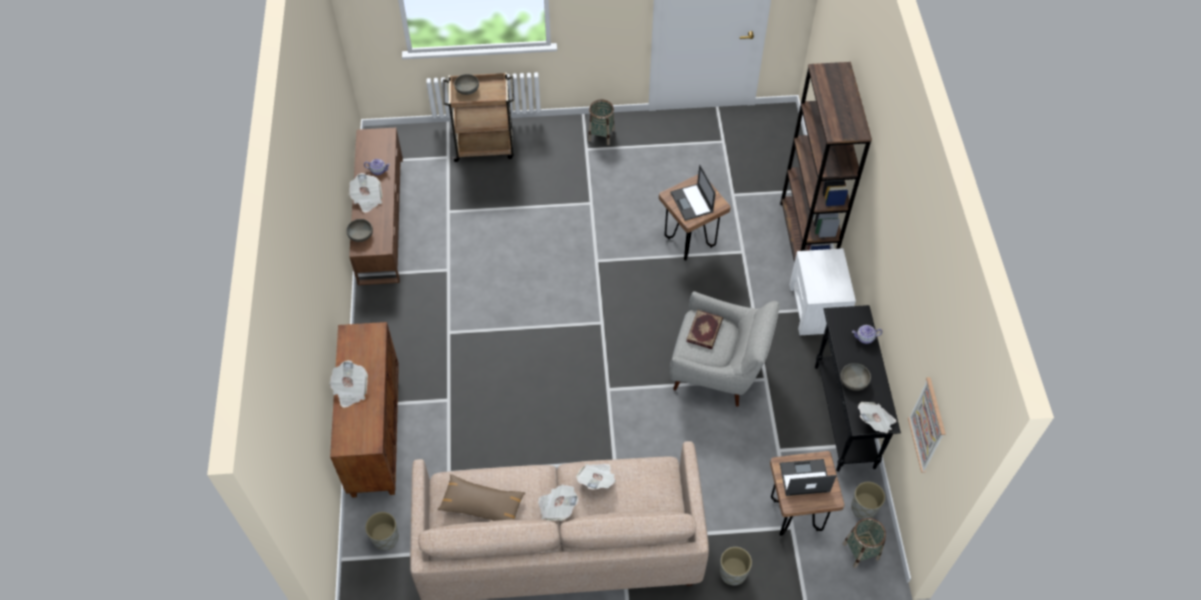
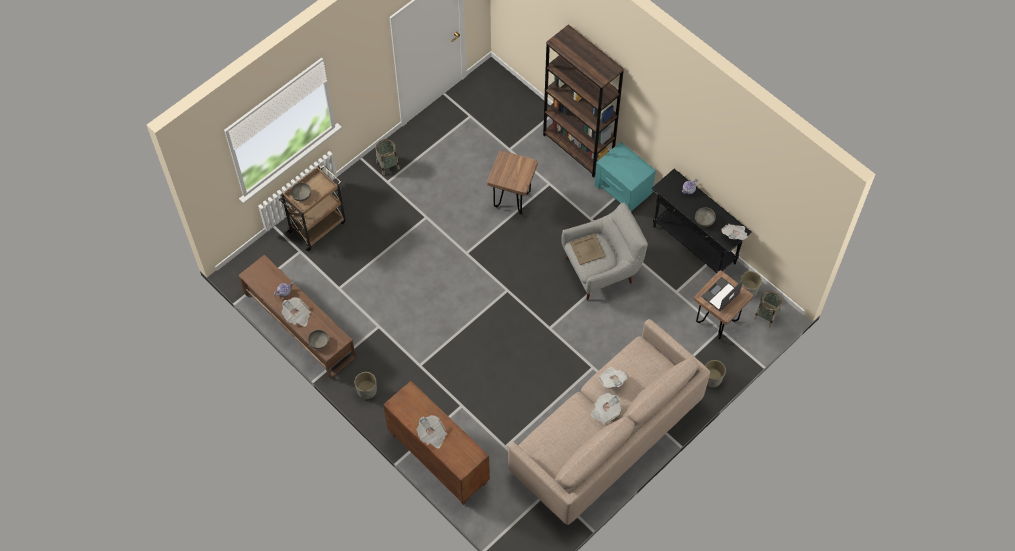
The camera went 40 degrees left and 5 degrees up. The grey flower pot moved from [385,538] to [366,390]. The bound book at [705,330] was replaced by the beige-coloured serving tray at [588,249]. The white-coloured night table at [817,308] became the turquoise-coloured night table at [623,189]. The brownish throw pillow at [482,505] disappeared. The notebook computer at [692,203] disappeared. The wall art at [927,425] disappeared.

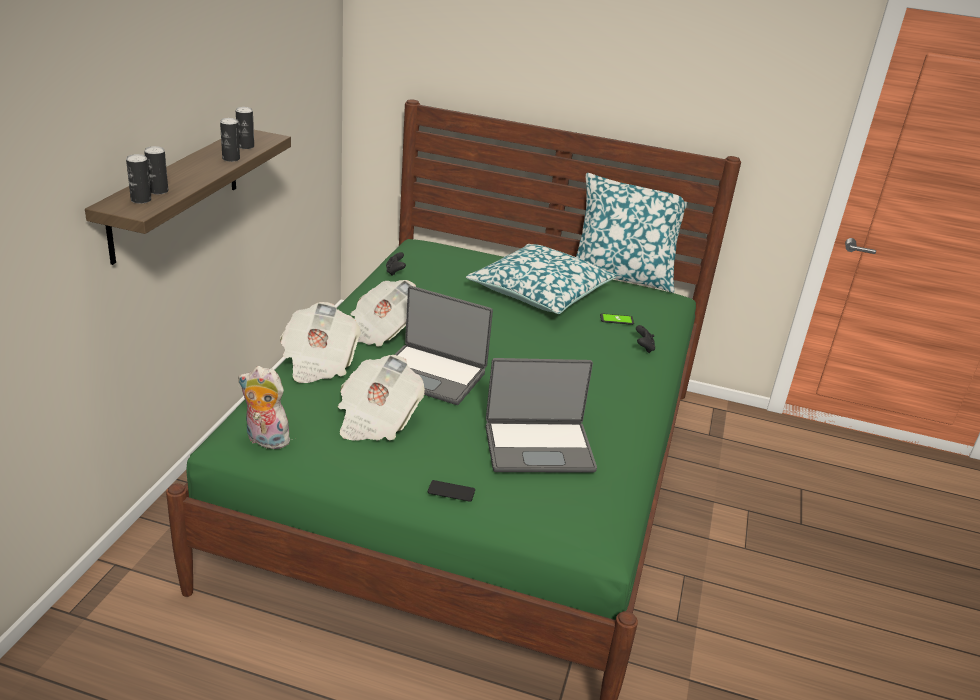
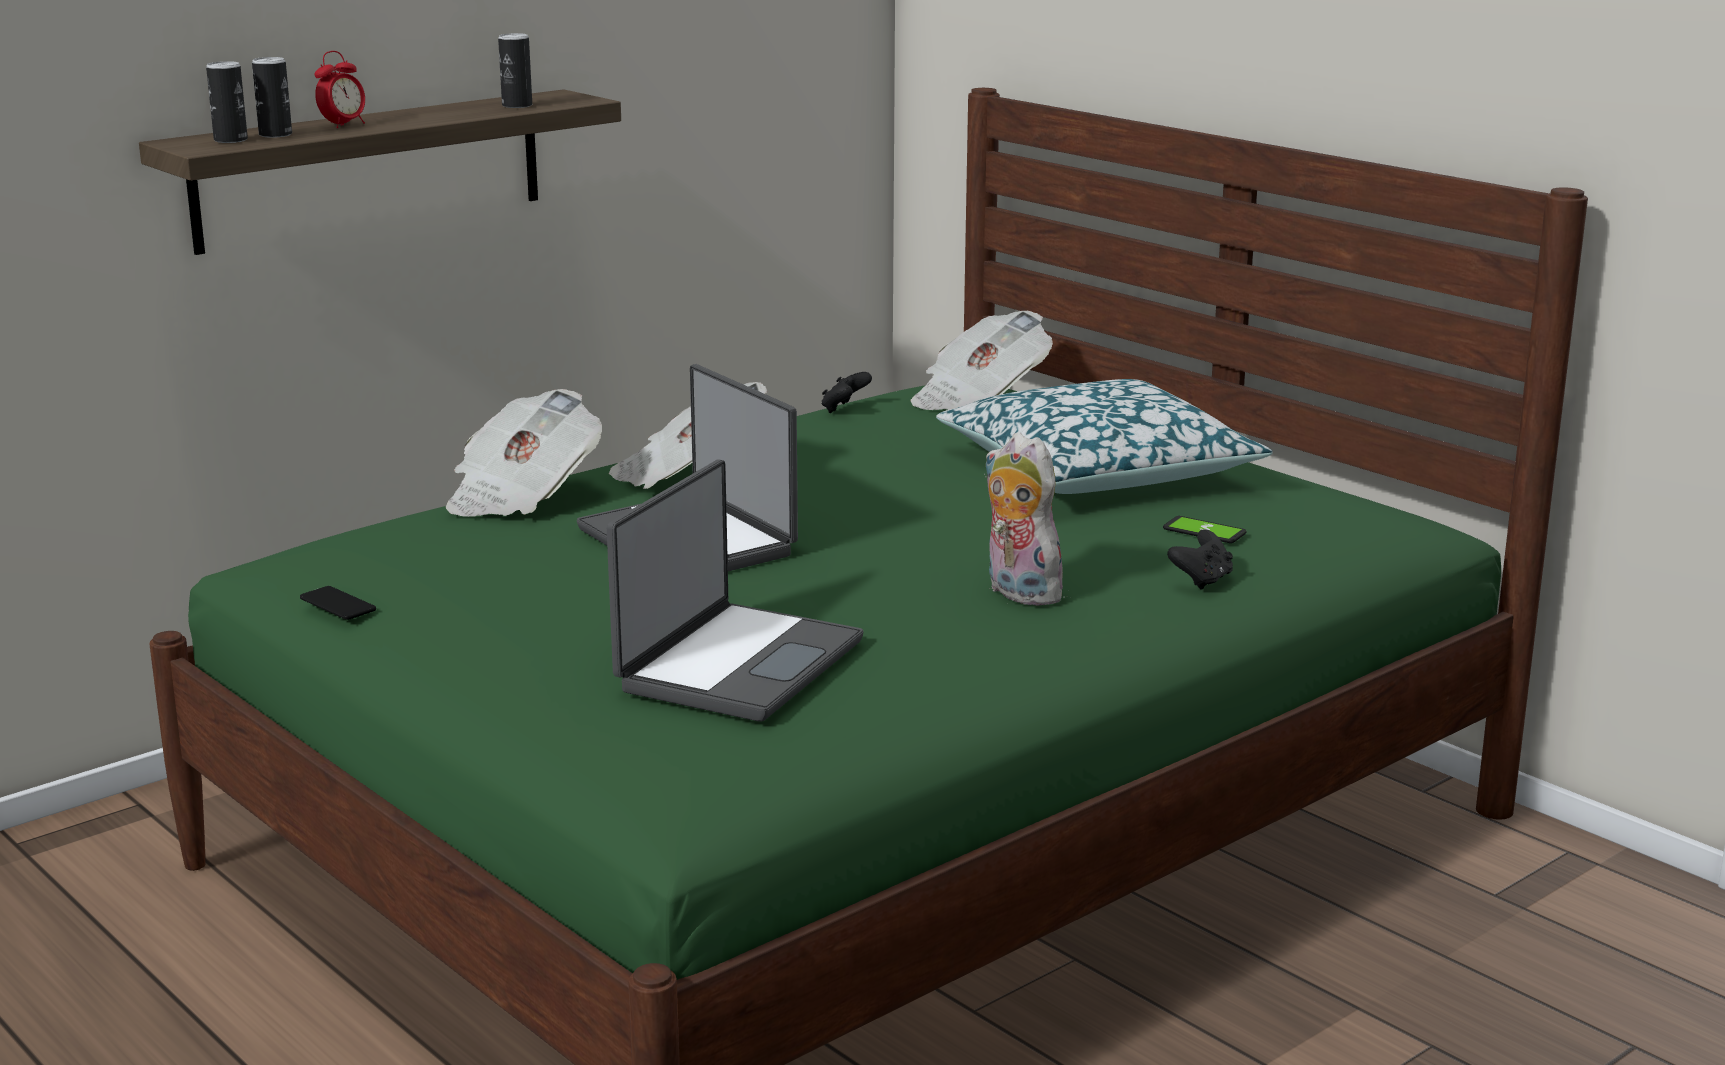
The camera went 35 degrees right and 10 degrees down. The handset moved from [451,491] to [338,604]. The table clock at [343,125] appeared. The notebook computer at [538,447] turned 90 degrees counterclockwise. The daily paper moved from [376,419] to [978,399]. The plush toy moved from [265,440] to [1017,592]. The can at [231,159] disappeared. The throw pillow at [622,276] disappeared.

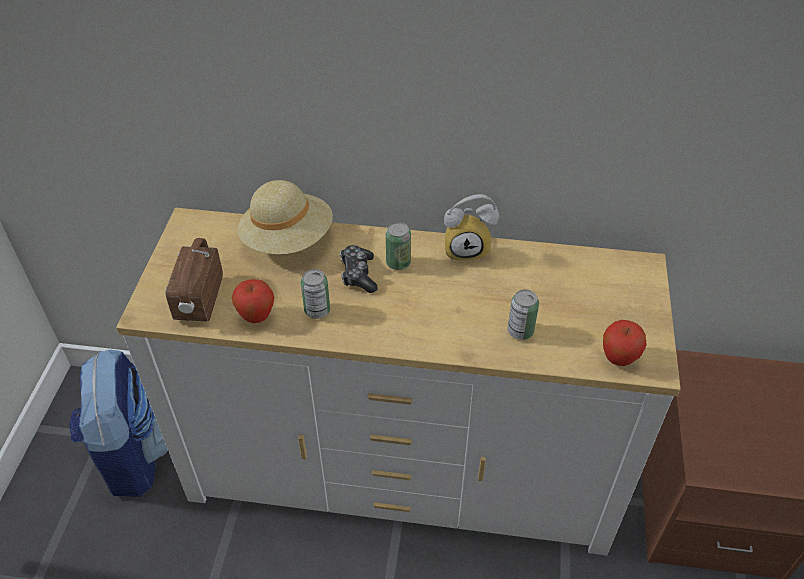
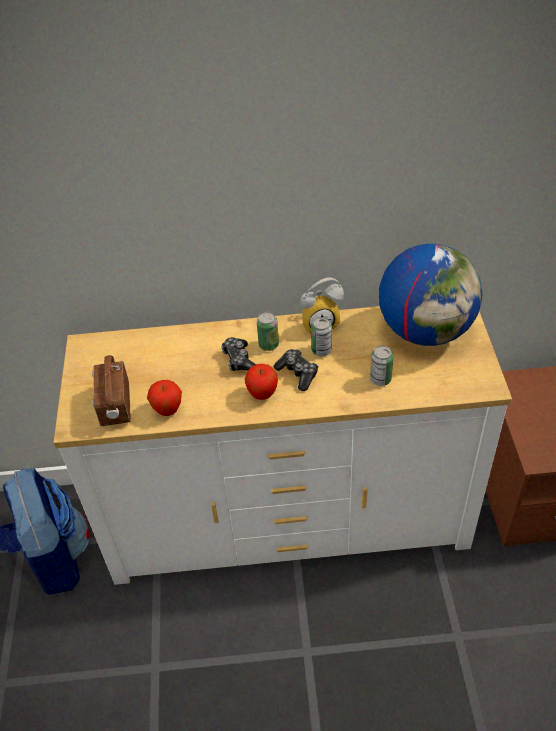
The camera went 10 degrees left and 0 degrees up. The whole apple moved from [618,359] to [262,394]. The gamepad at [298,373] appeared. The can moved from [317,310] to [321,350]. The globe at [425,330] appeared. The beige-coloured hat at [288,239] disappeared.

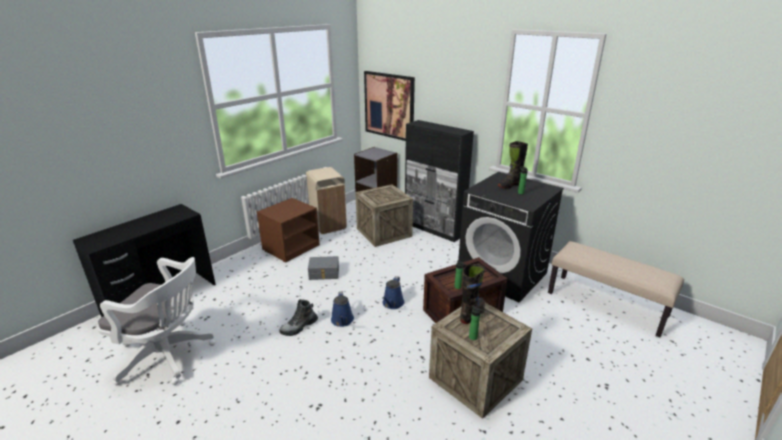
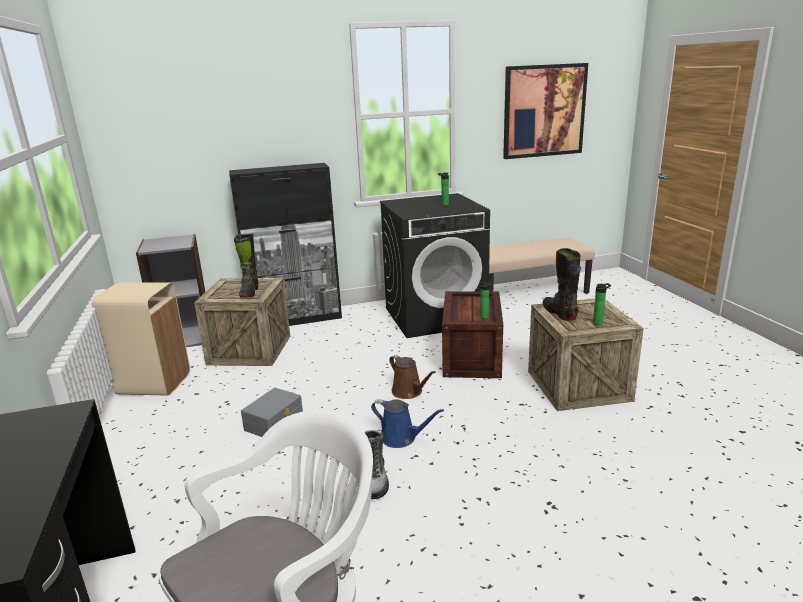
The camera went 55 degrees left and 5 degrees down. The blackish high-top boot moved from [509,185] to [249,292]. The bluish watering can at [392,304] became the brownish watering can at [409,392]. The wall art moved from [389,105] to [544,111]. The brownish night table at [291,247] disappeared.

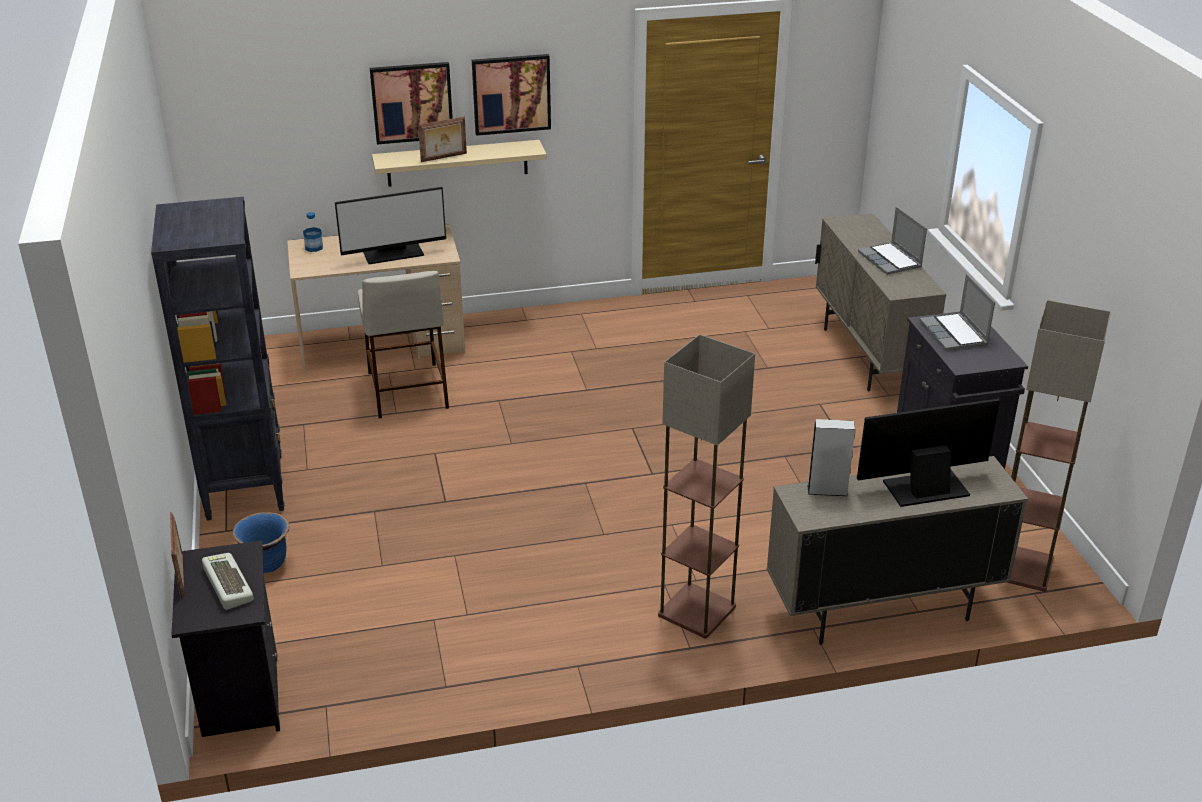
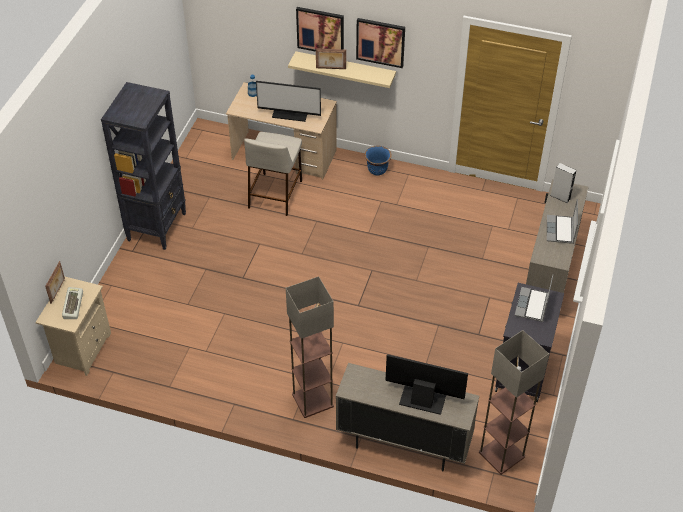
The camera went 30 degrees right and 15 degrees up. The blackish night table at [239,695] became the beige-coloured night table at [82,349]. The bluish flower pot moved from [267,563] to [377,170]. The grey audio speaker moved from [827,490] to [560,197].

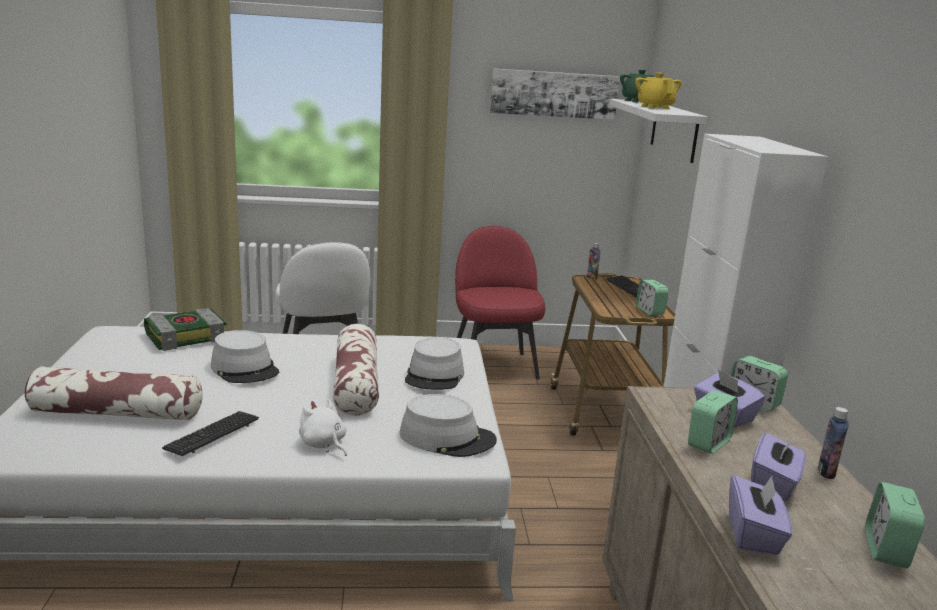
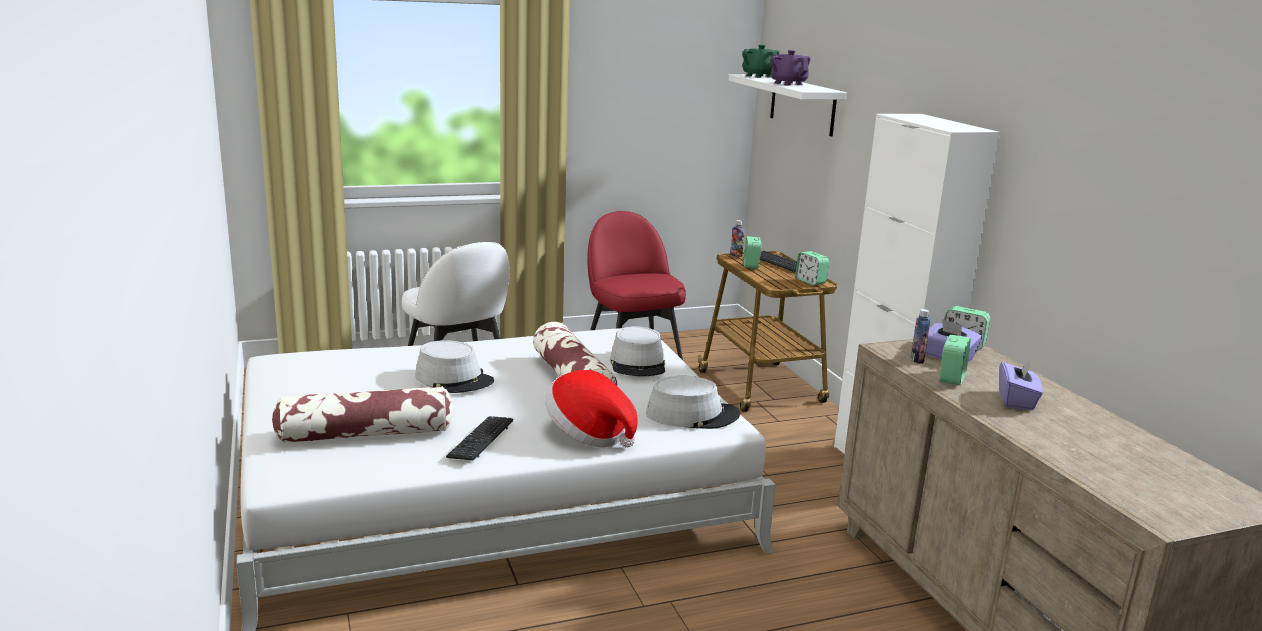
The camera went 15 degrees left and 0 degrees up. The white-coloured plush toy at [324,444] was replaced by the hat at [588,434]. The table clock moved from [886,550] to [751,265]. The yellowish tea pot at [655,107] became the purple tea pot at [788,84]. The drink bottle moved from [826,472] to [917,360]. The bound book at [187,336] disappeared. The wall art at [554,94] disappeared. The purple tissue box at [753,534] disappeared.

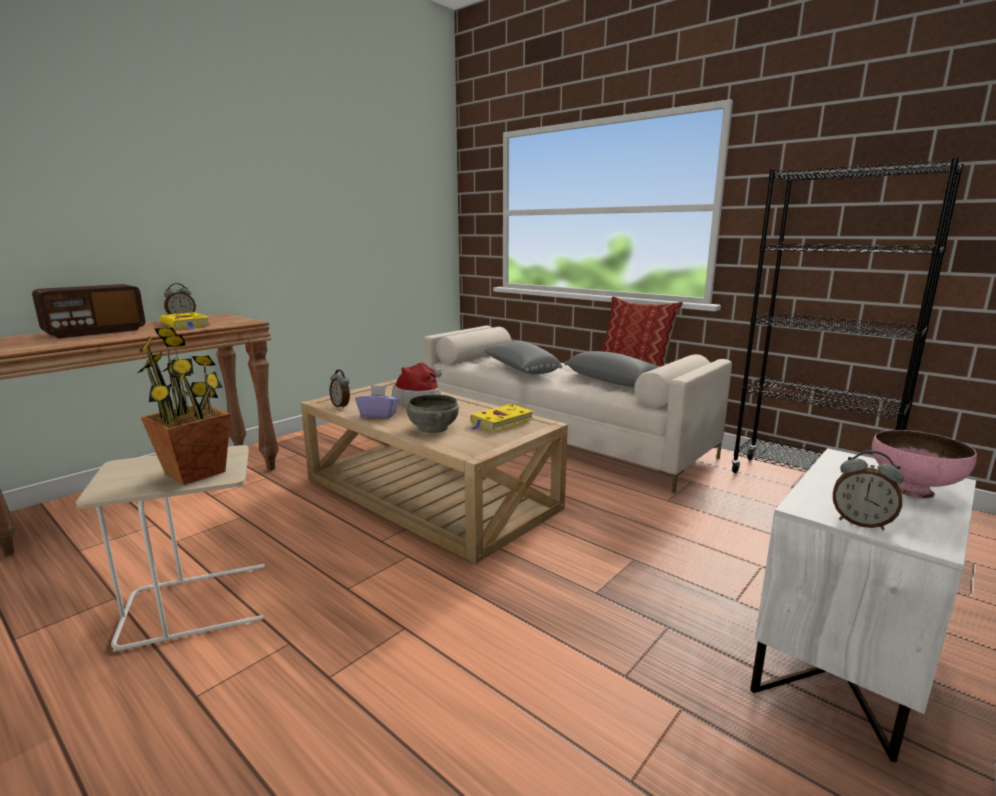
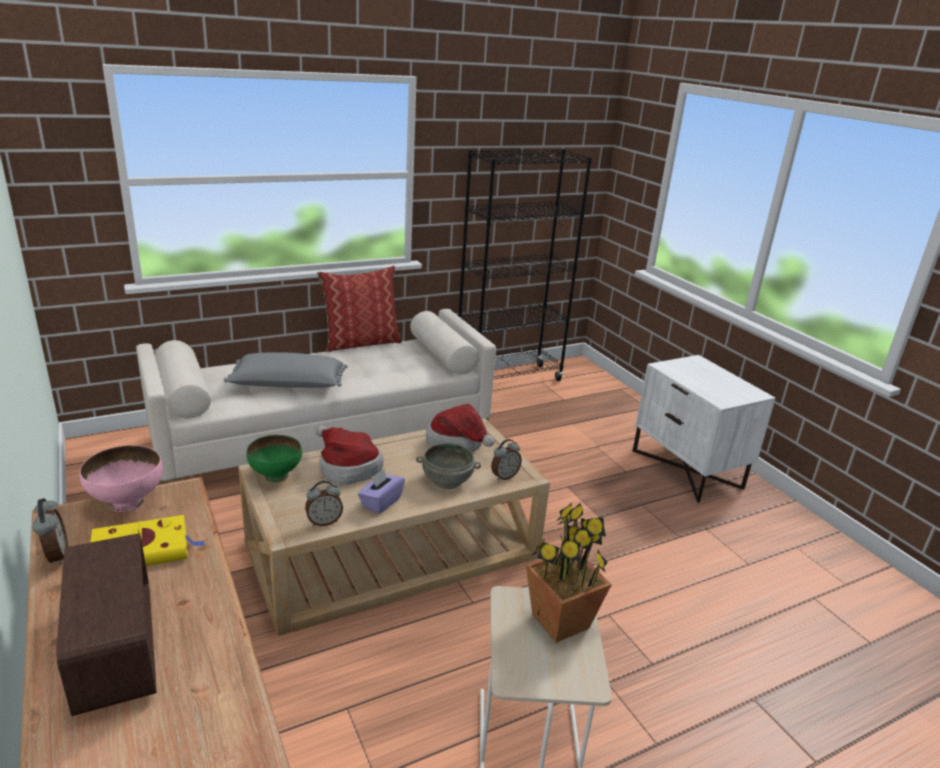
The camera went 70 degrees left and 10 degrees up. The pinkish deep dish moved from [913,490] to [128,502]. The greenish deep dish at [275,475] appeared. The yellowish bound book at [501,422] was replaced by the hat at [459,443]. The table clock moved from [861,522] to [504,476]. The grey throw pillow at [615,381] disappeared.

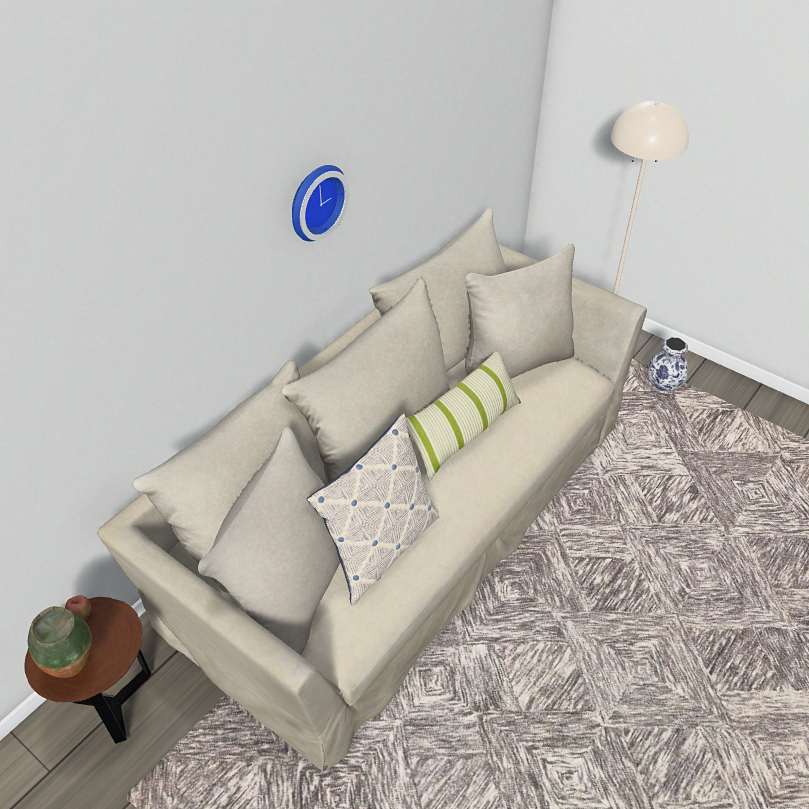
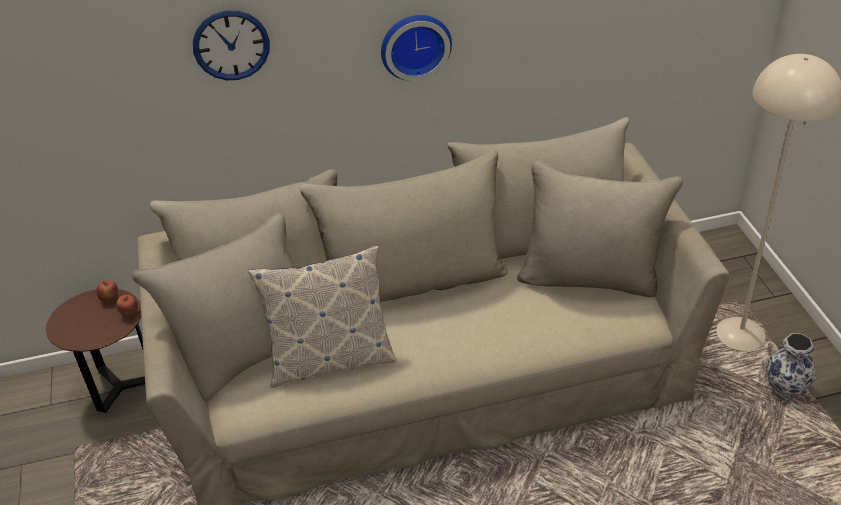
The camera went 40 degrees right and 5 degrees down. The whole apple at [129,313] appeared. The clock on the wall at [231,45] appeared. The vase at [75,667] disappeared. The throw pillow at [464,432] disappeared.

